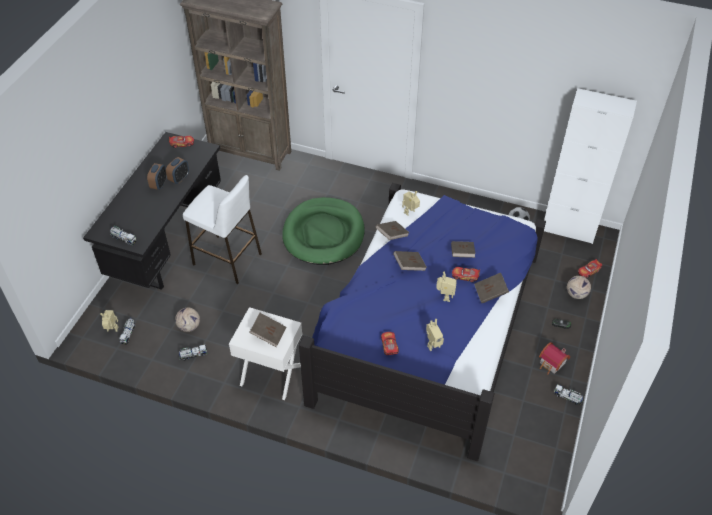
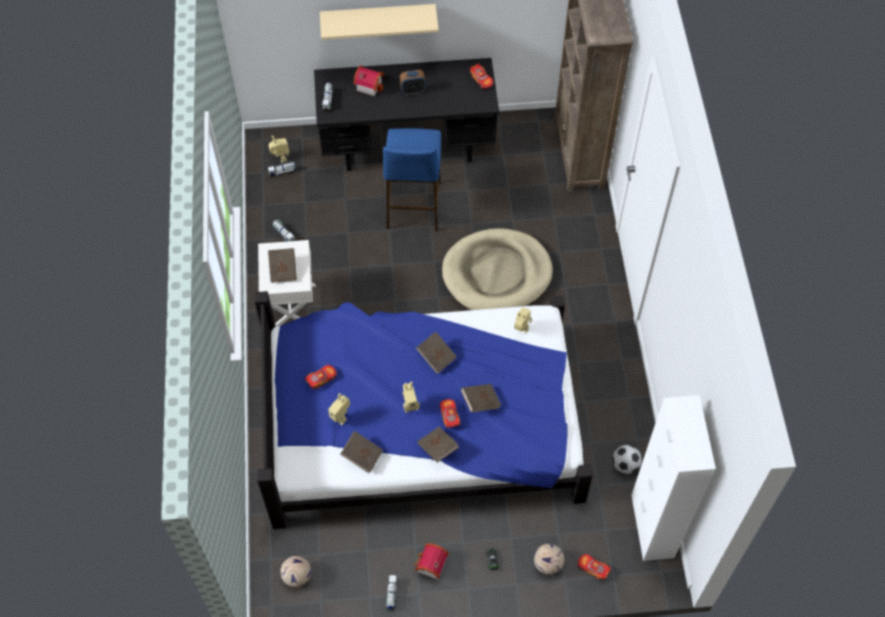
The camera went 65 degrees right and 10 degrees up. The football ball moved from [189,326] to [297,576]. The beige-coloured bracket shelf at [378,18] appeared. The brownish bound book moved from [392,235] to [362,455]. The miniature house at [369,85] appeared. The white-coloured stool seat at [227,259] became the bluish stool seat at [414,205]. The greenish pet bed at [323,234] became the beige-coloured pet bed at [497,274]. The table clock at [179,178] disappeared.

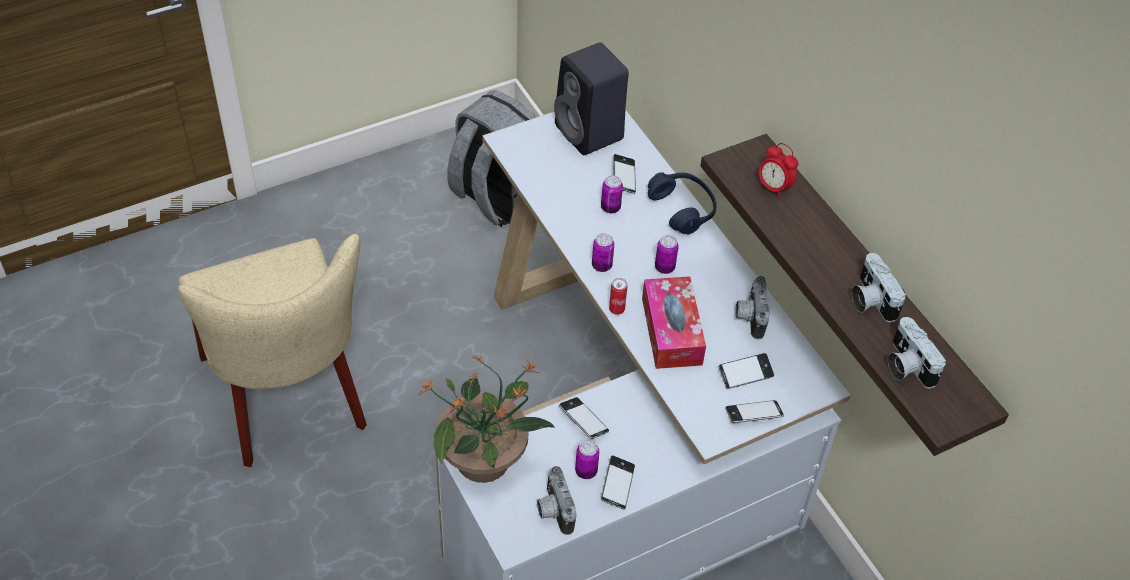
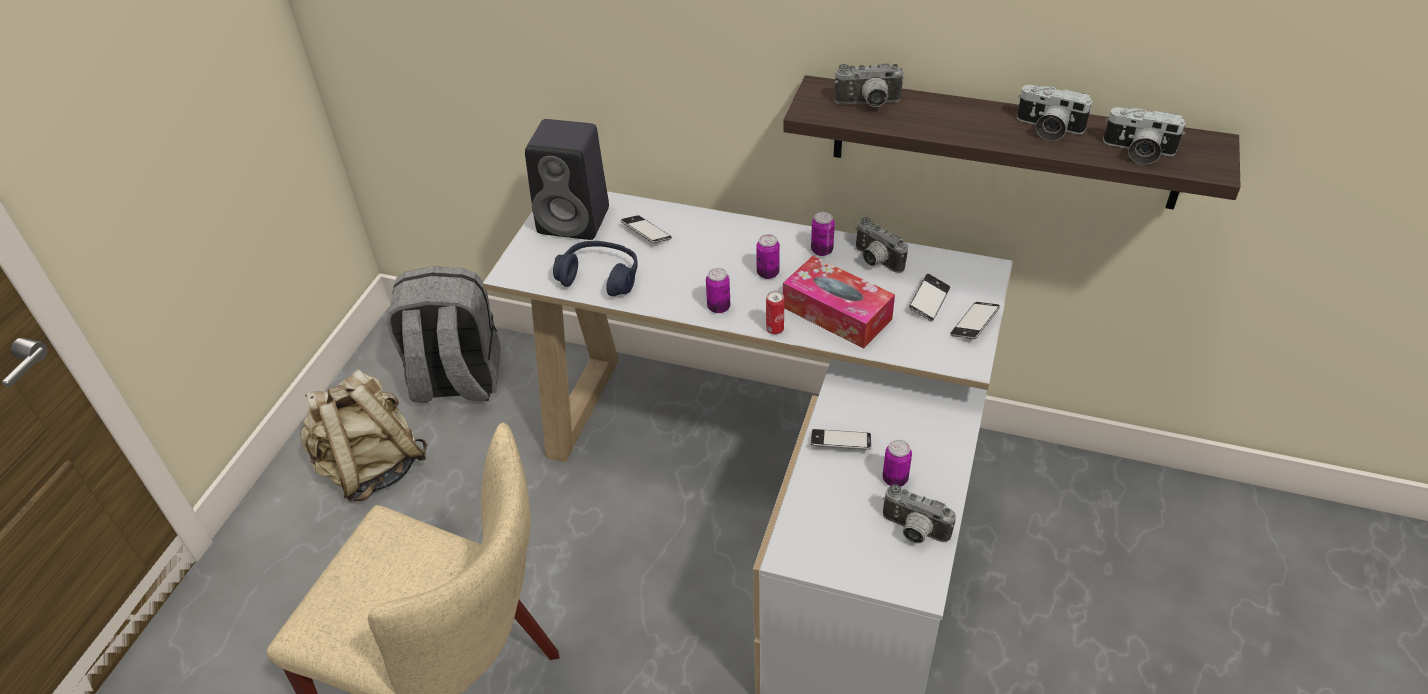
The camera went 40 degrees left and 5 degrees down. The beige-coloured knapsack at [371,467] appeared. The bluish headphones moved from [682,209] to [600,277]. The can moved from [610,208] to [822,250]. The table clock at [773,188] was replaced by the still camera at [868,104]. The plant in a pot at [485,460] disappeared. The handset at [617,485] disappeared.

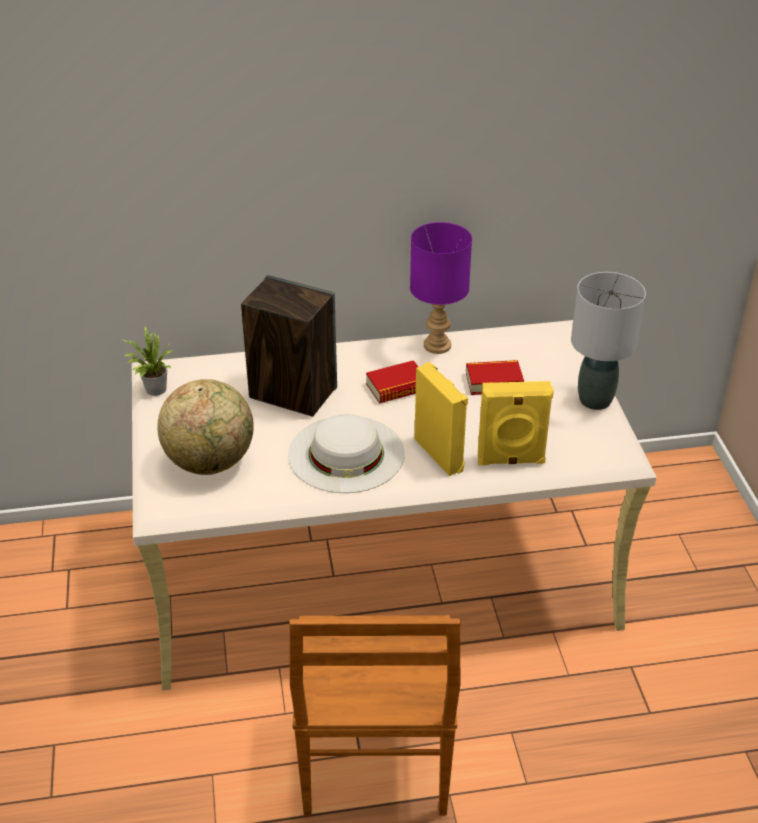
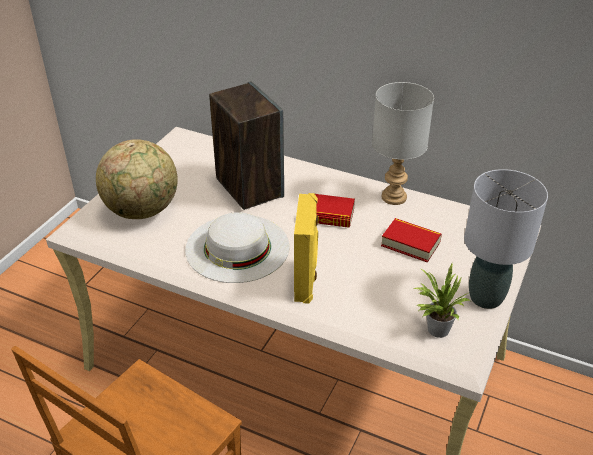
The camera went 35 degrees right and 0 degrees up. The purple table lamp at [437,345] became the grey table lamp at [394,196]. The plant in a pot moved from [153,390] to [435,329]. The yellowish audio speaker at [511,461] disappeared.

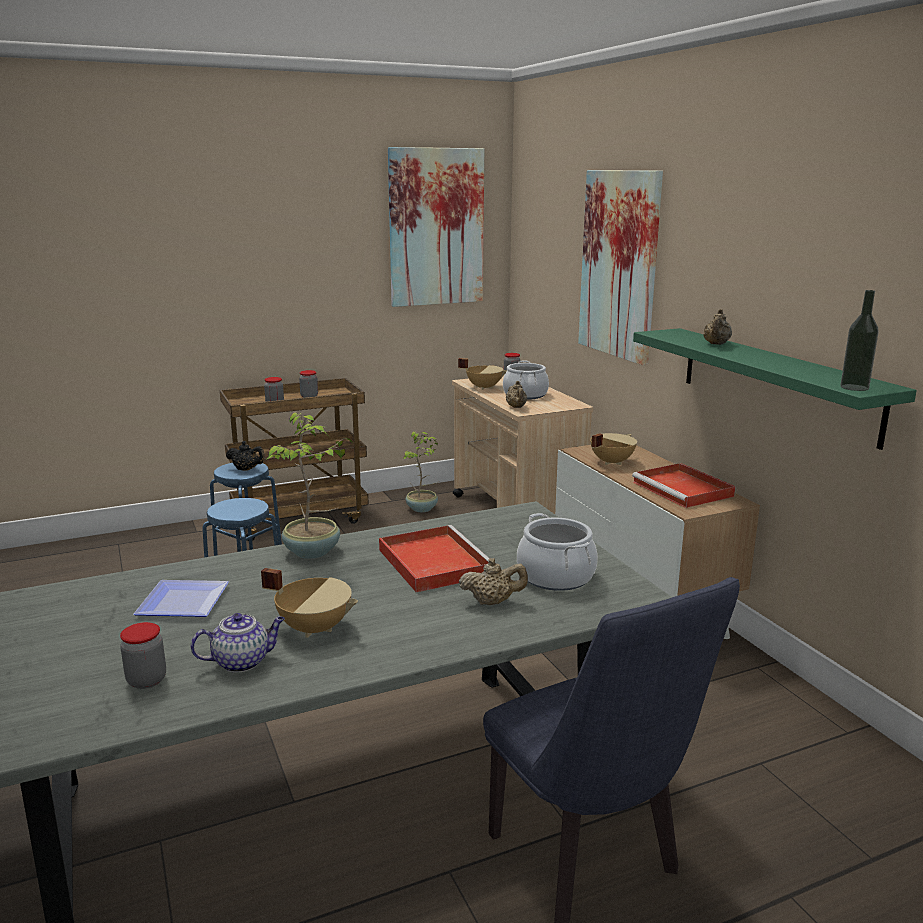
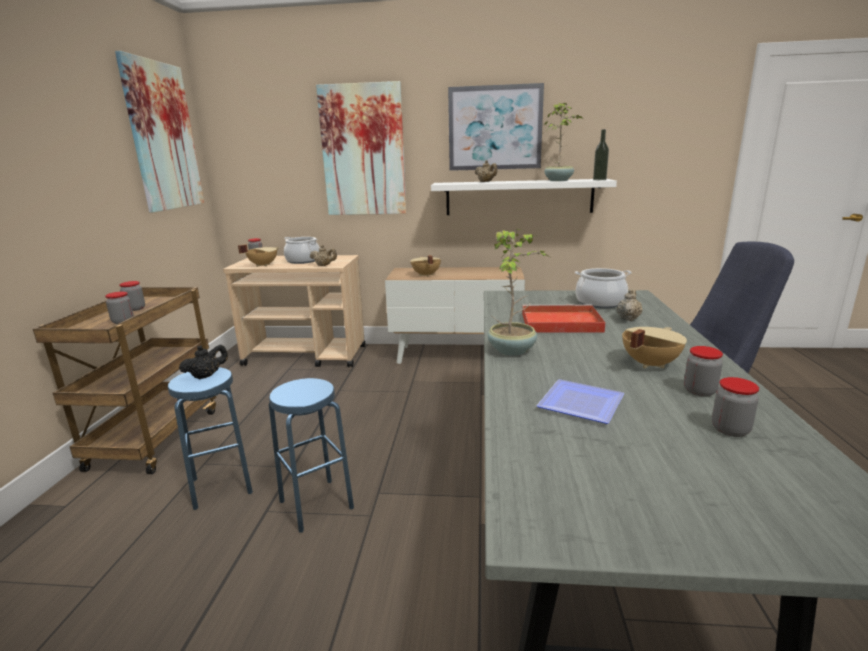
The camera went 60 degrees left and 0 degrees up. The greenish bracket shelf at [775,383] became the white-coloured bracket shelf at [519,197]. The wall art at [495,128] appeared. The plant in a pot moved from [422,509] to [559,180]. The tea pot at [242,661] was replaced by the jar at [699,391]. The reddish serving tray at [684,490] disappeared.

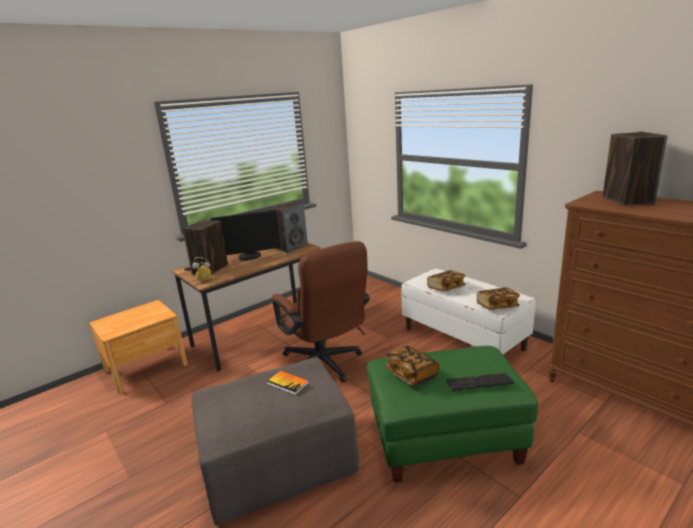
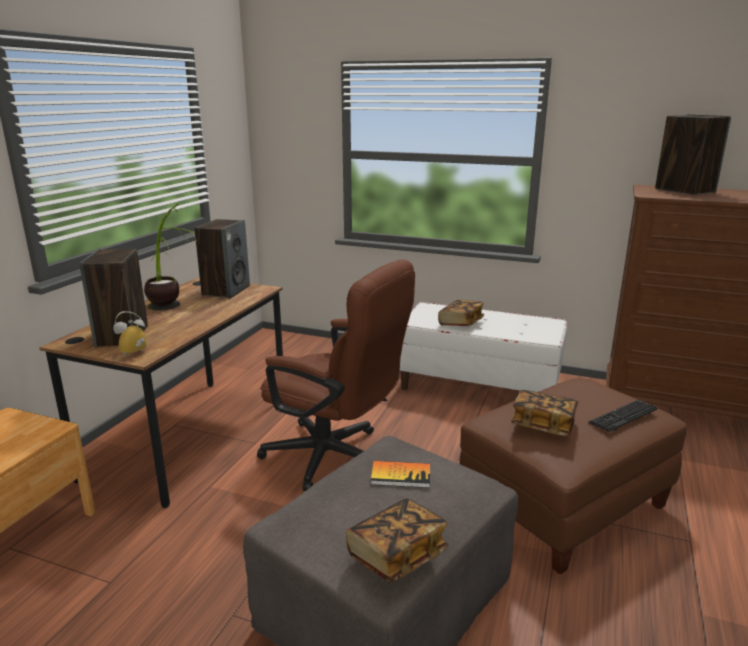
The camera went 30 degrees left and 0 degrees up. The computer screen at [249,256] was replaced by the plant in a pot at [171,310]. The bound book moved from [497,306] to [396,555]. The greenish pouffe at [444,439] became the brownish pouffe at [564,505].

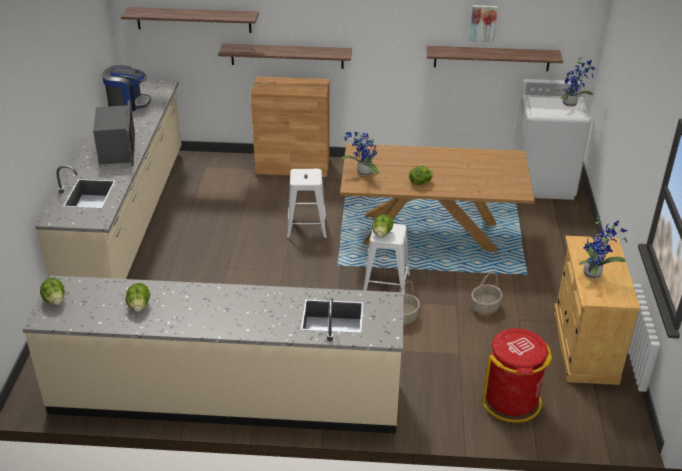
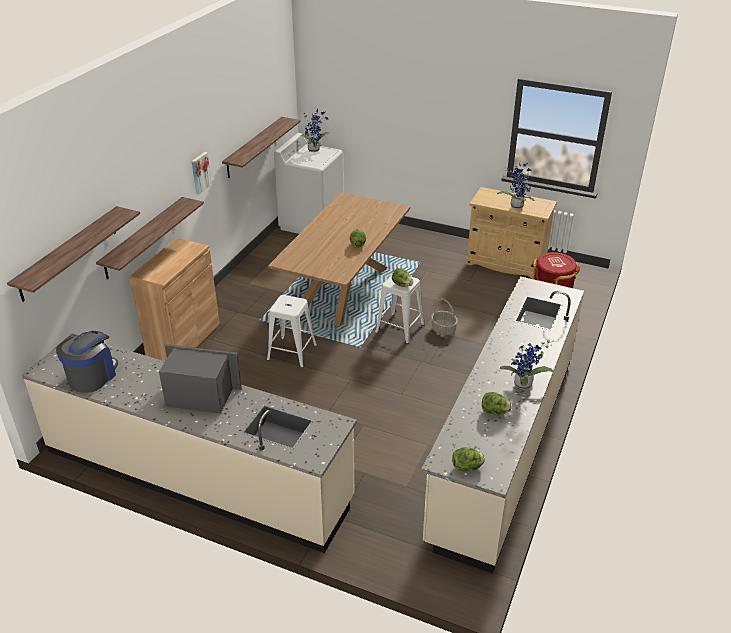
The camera went 70 degrees left and 0 degrees up. The wall art moved from [483,23] to [200,172]. The plant in a pot moved from [363,173] to [523,386]. The basket at [485,307] disappeared.

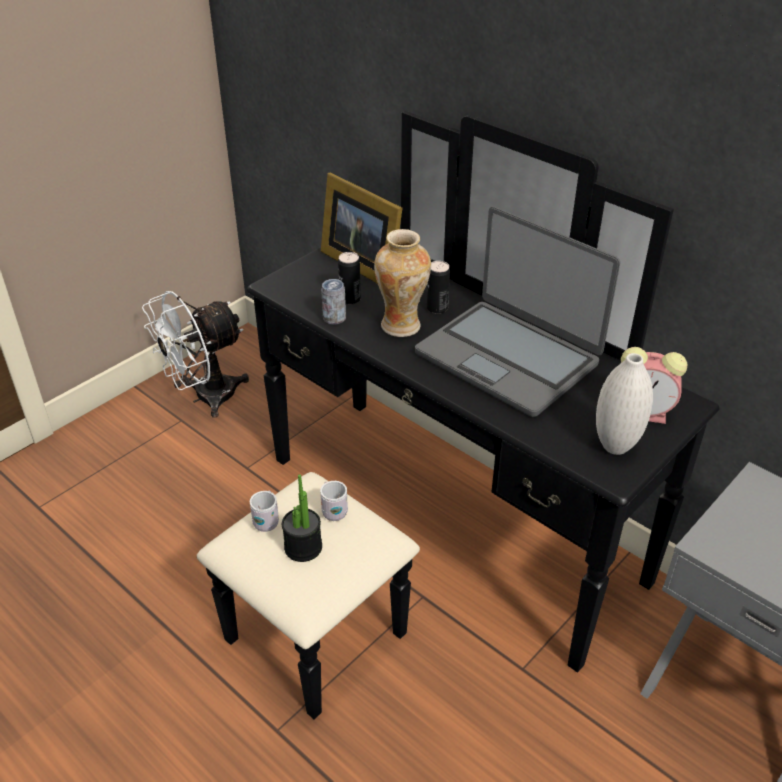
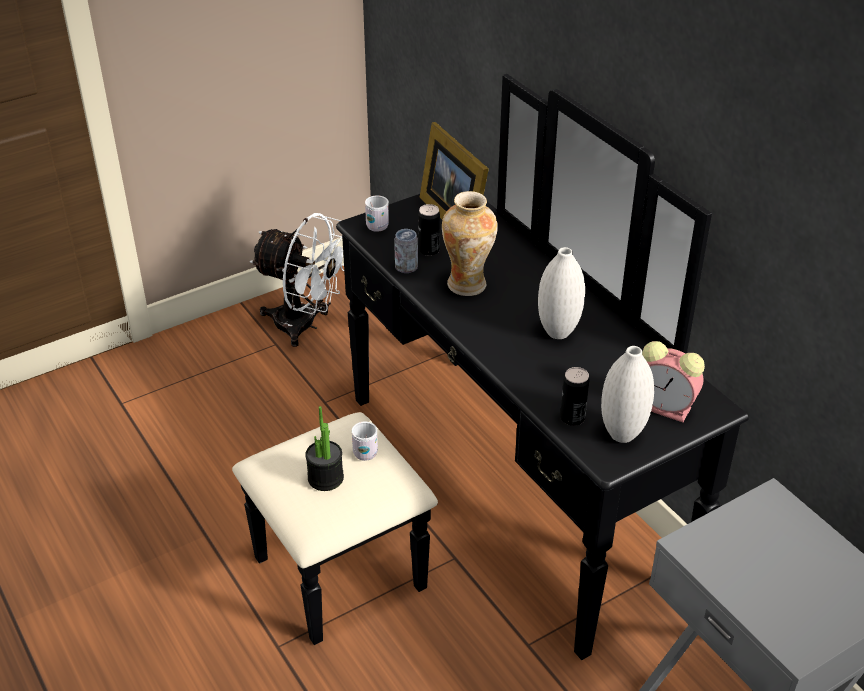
The camera went 15 degrees right and 0 degrees up. The white-coloured cooling fan at [205,398] turned 135 degrees counterclockwise. The white-coloured mug moved from [267,521] to [379,225]. The notebook computer at [508,357] was replaced by the white-coloured vase at [558,332]. The can moved from [437,308] to [572,418].

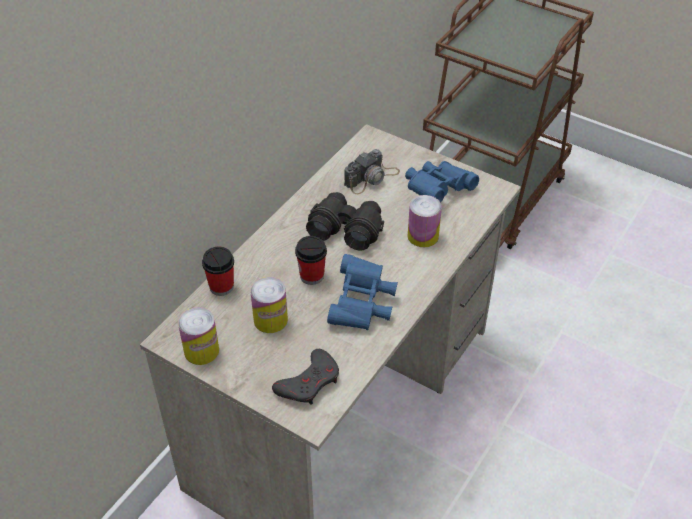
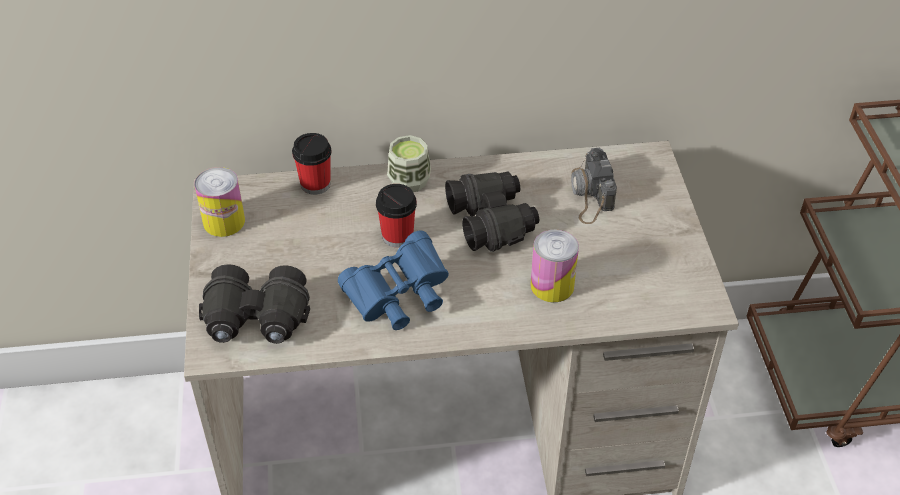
The camera went 50 degrees right and 0 degrees up. The grey gamepad at [309,382] was replaced by the blackish field glasses at [256,320]. The drinking cup at [409,181] appeared. The still camera at [371,178] turned 75 degrees clockwise. The can at [270,320] disappeared. The bluish field glasses at [437,191] disappeared.

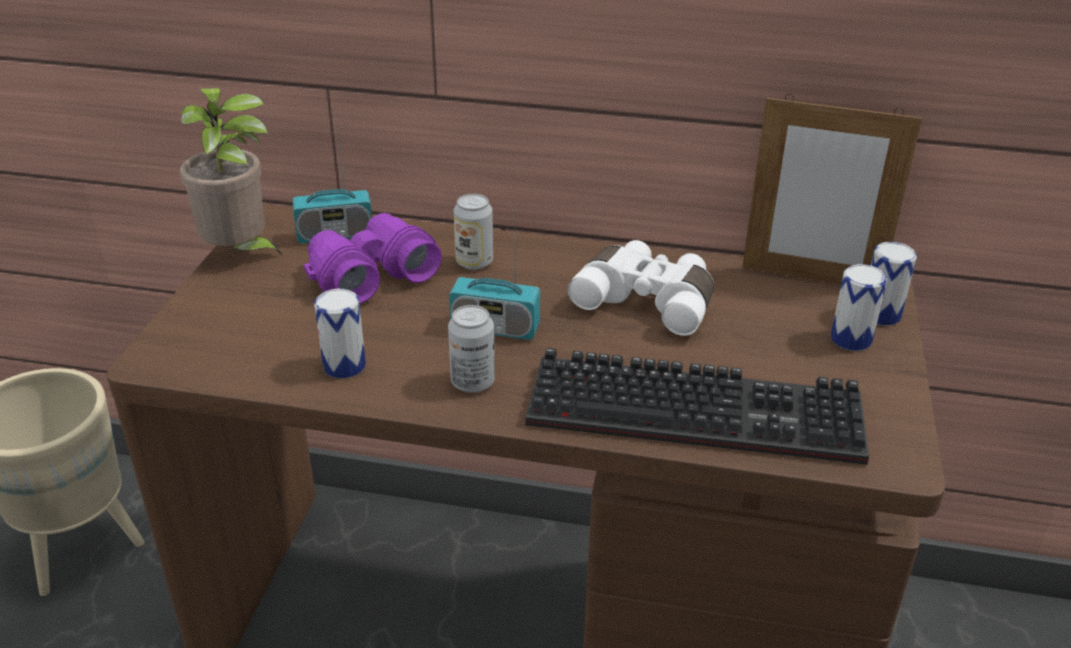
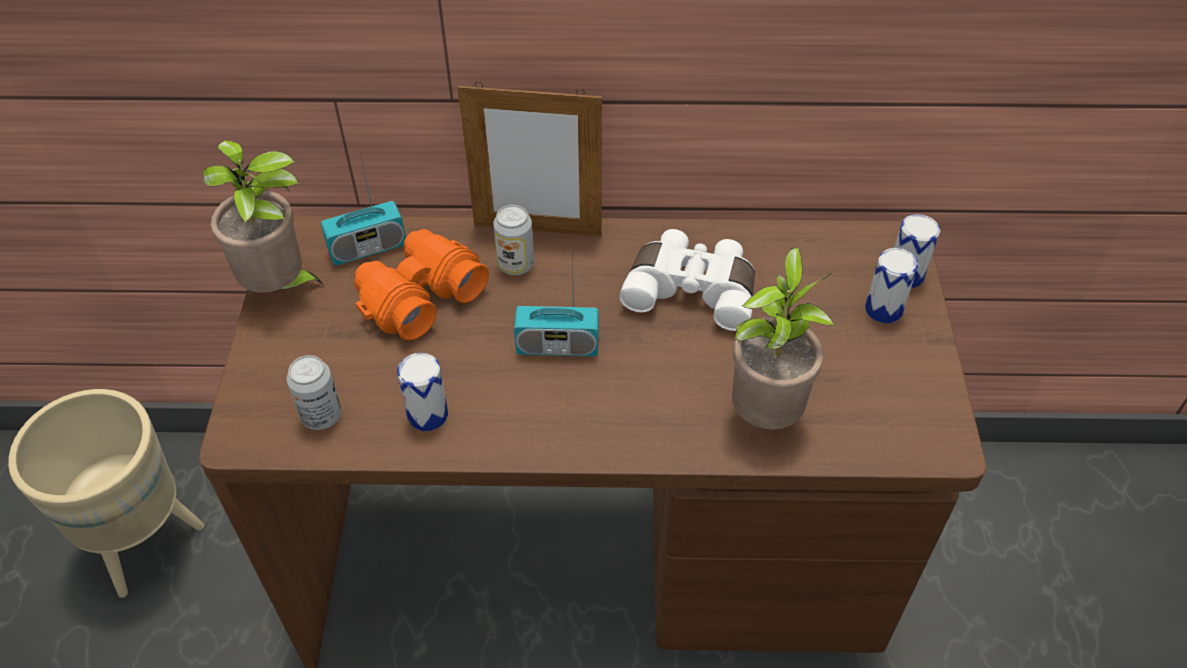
The camera went 10 degrees left and 15 degrees up. The can moved from [472,382] to [321,415]. The purple field glasses at [371,274] became the orange-coloured field glasses at [419,296]. The picture frame moved from [810,278] to [537,230]. The keyboard at [700,409] was replaced by the plant in a pot at [766,414].

